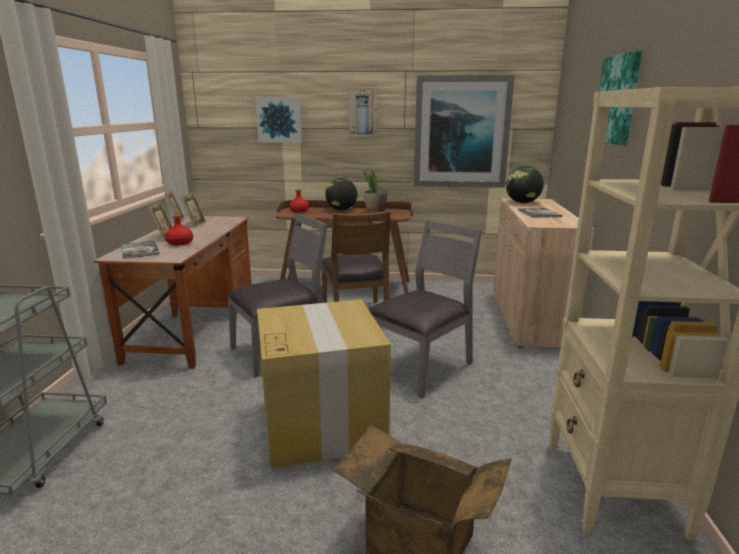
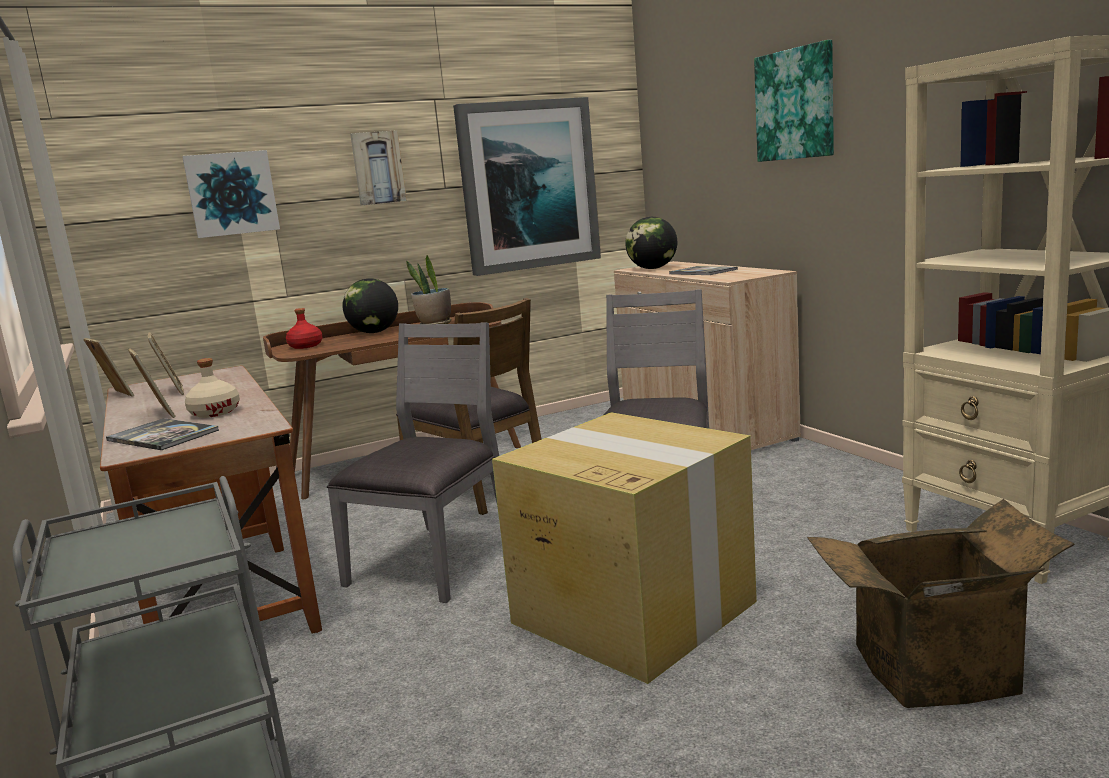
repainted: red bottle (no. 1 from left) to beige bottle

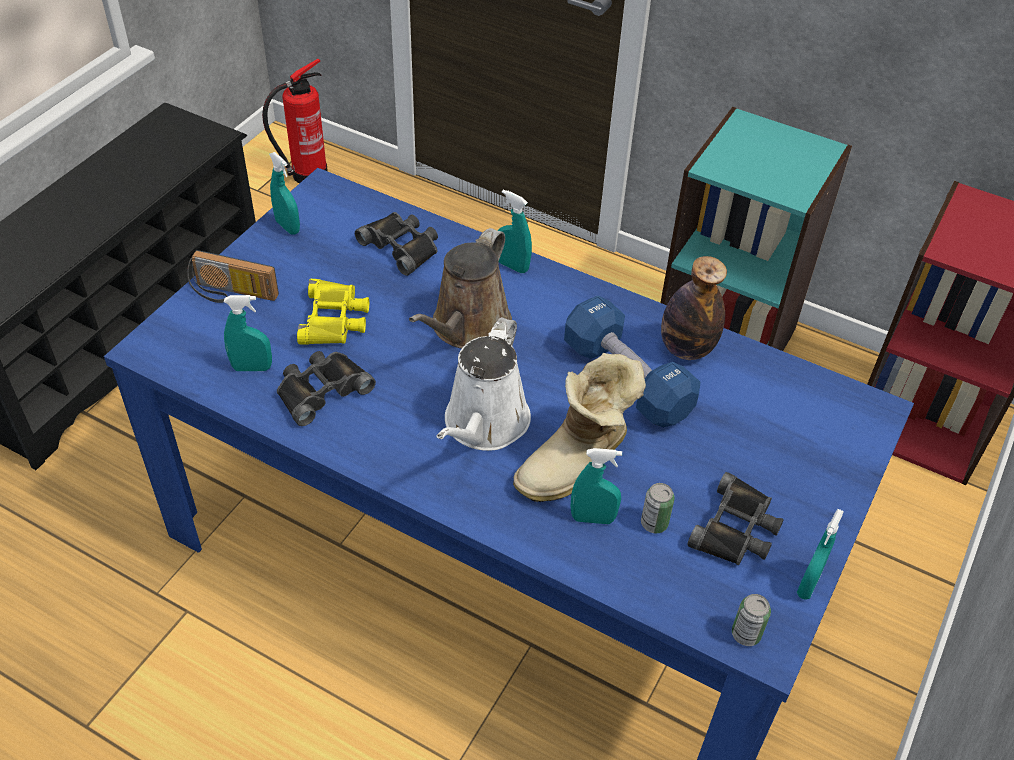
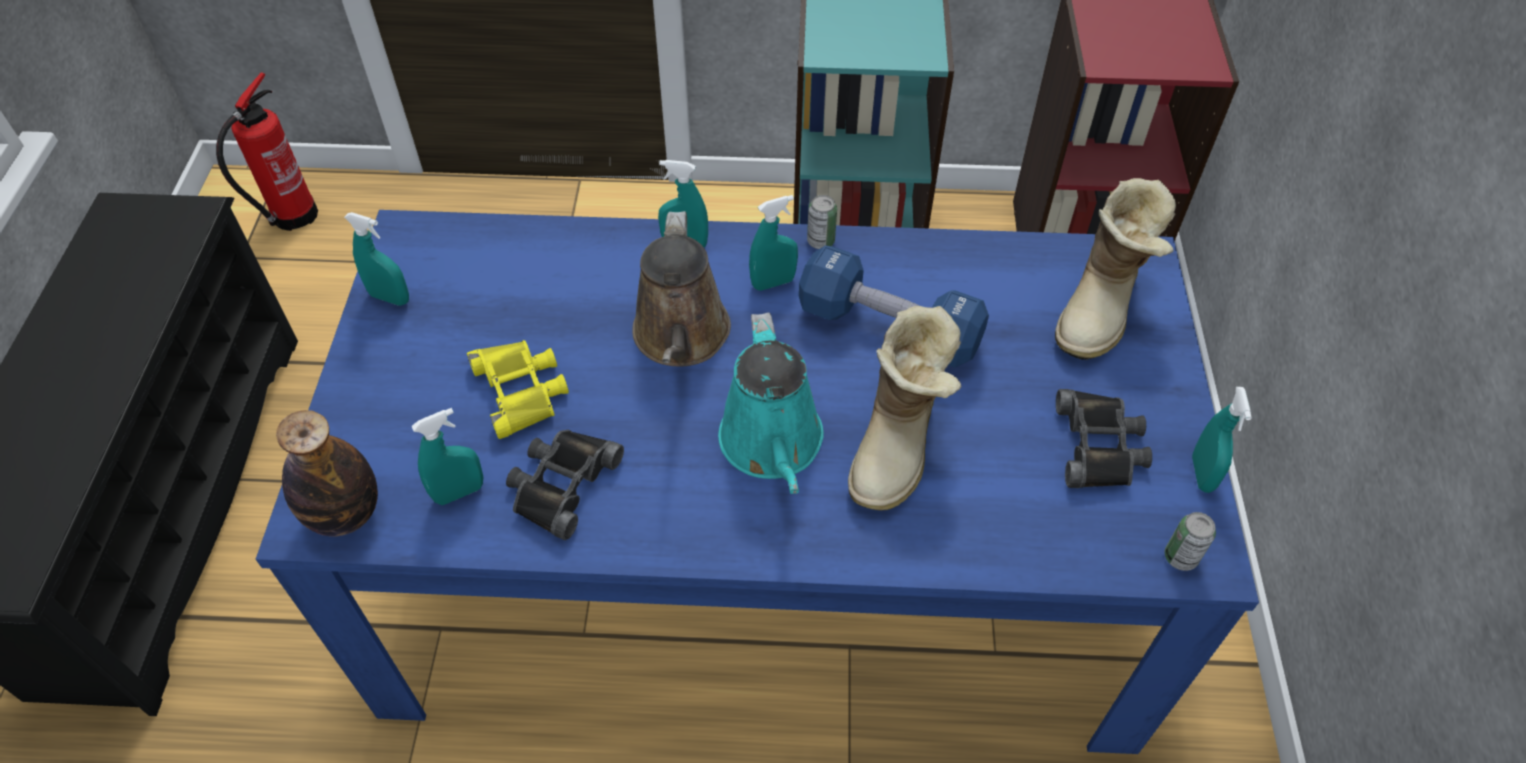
gone: black binoculars (no. 2 from left); radio
new: boot (no. 2 from left)
shifted: bottle; turquoise spray bottle (no. 4 from left); can (no. 1 from left)
repainted: white watering can to turquoise watering can

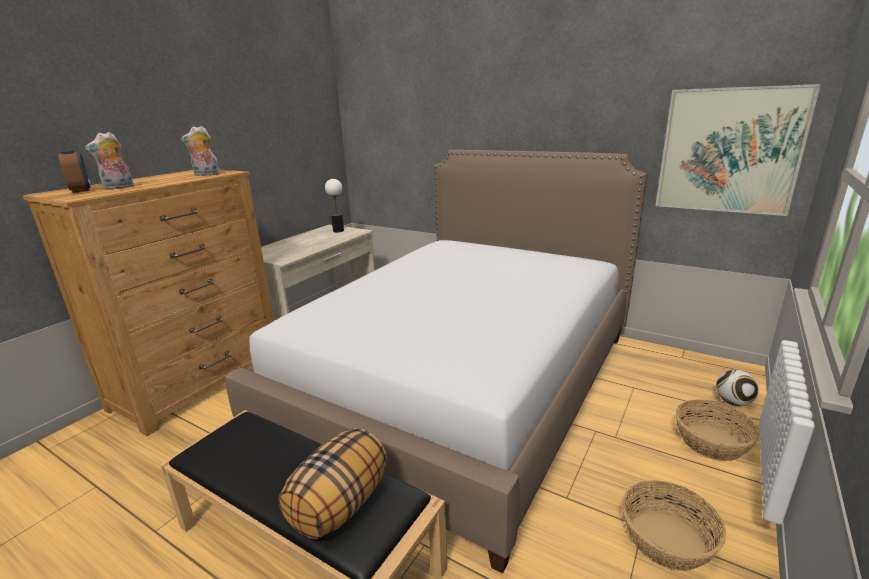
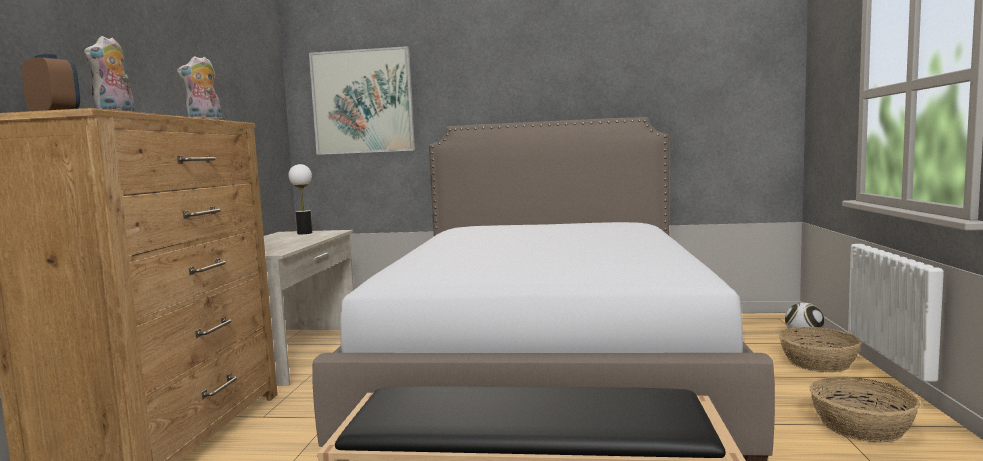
gone: pillow
shifted: picture

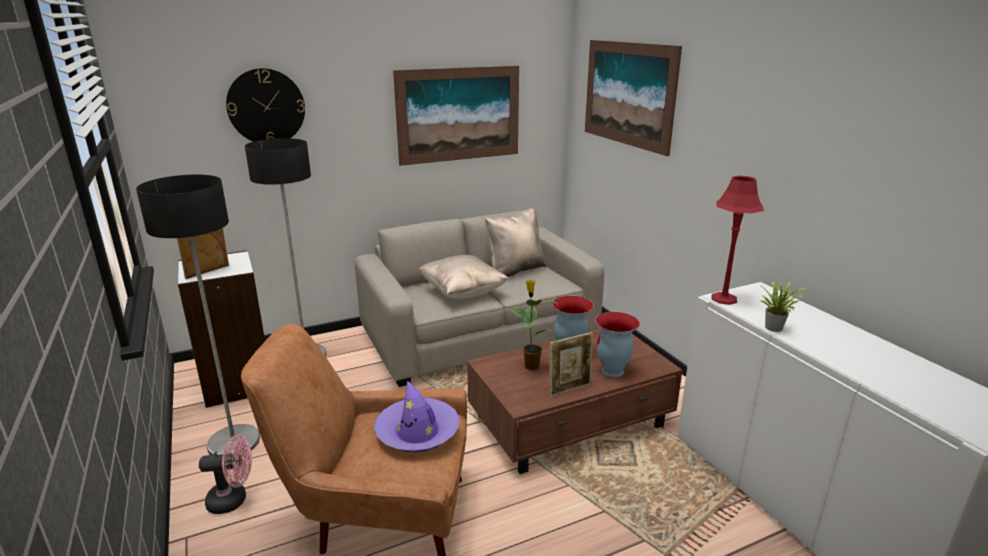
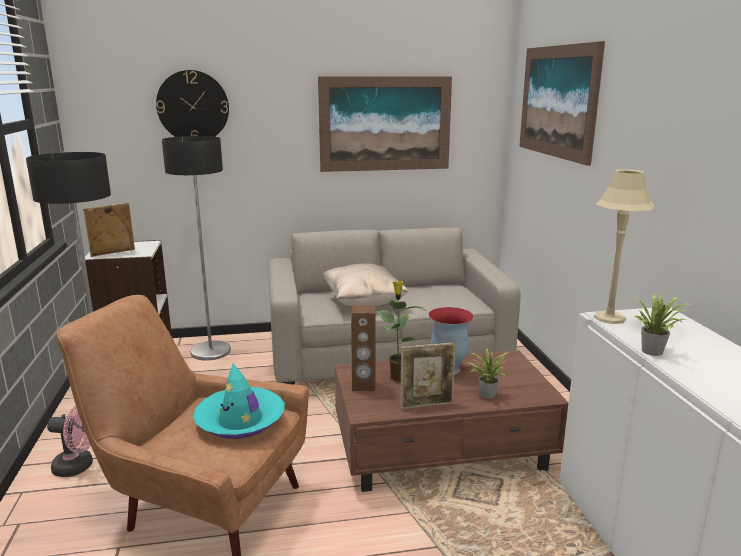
gone: beige pillow (no. 2 from left)
new: brown speaker
swapped: vase (no. 2 from left) to potted plant (no. 2 from left)
repainted: red table lamp to beige table lamp; purple hat to turquoise hat

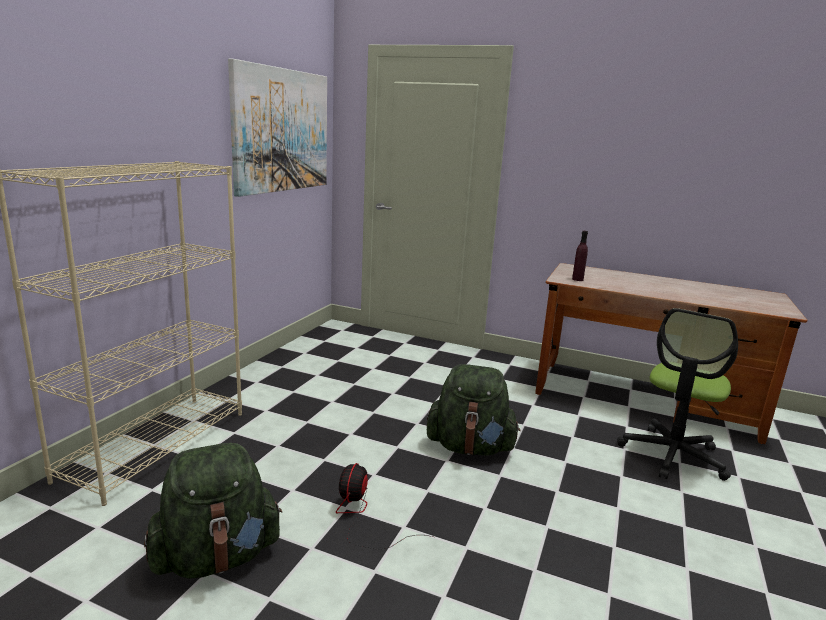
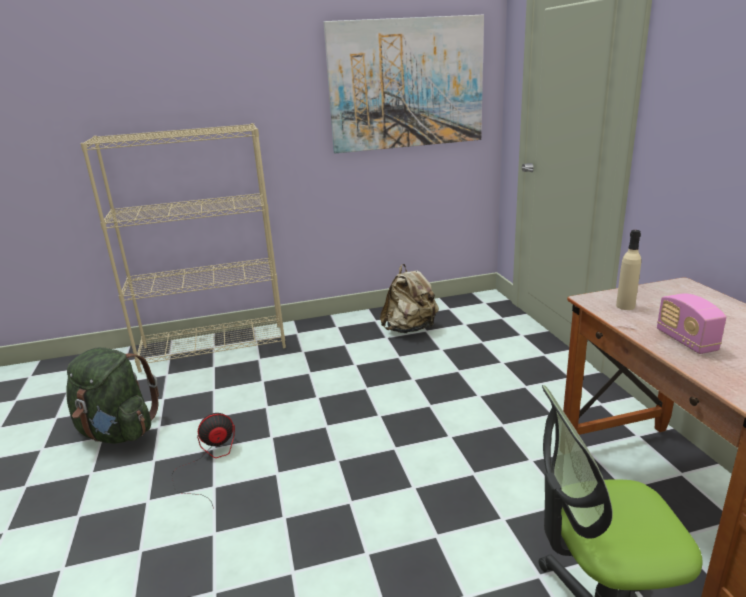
gone: green backpack (no. 2 from left)
new: beige backpack; radio
repainted: purple bottle to beige bottle

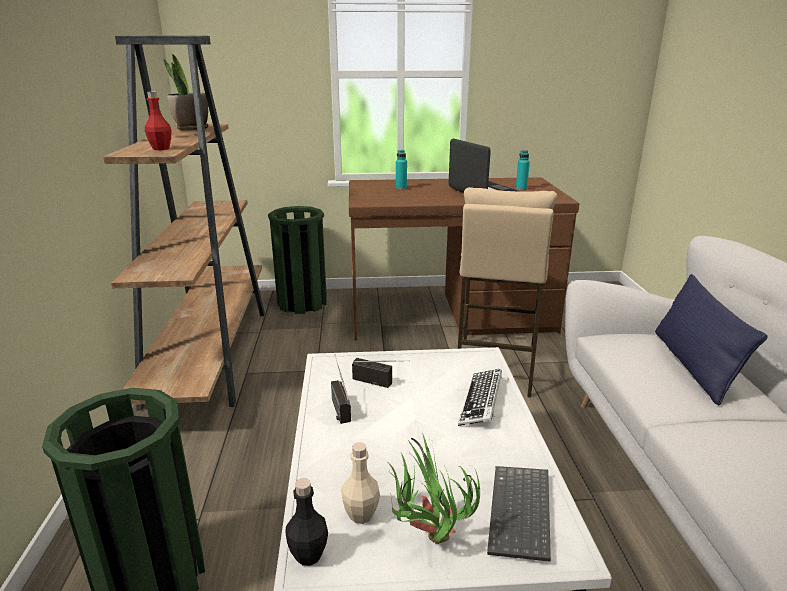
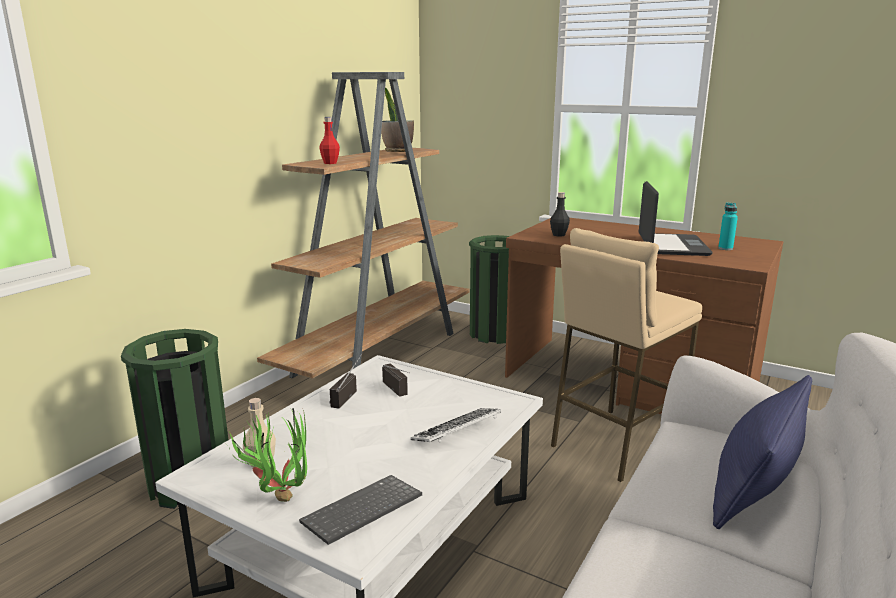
gone: turquoise bottle (no. 1 from left)
shifted: black bottle

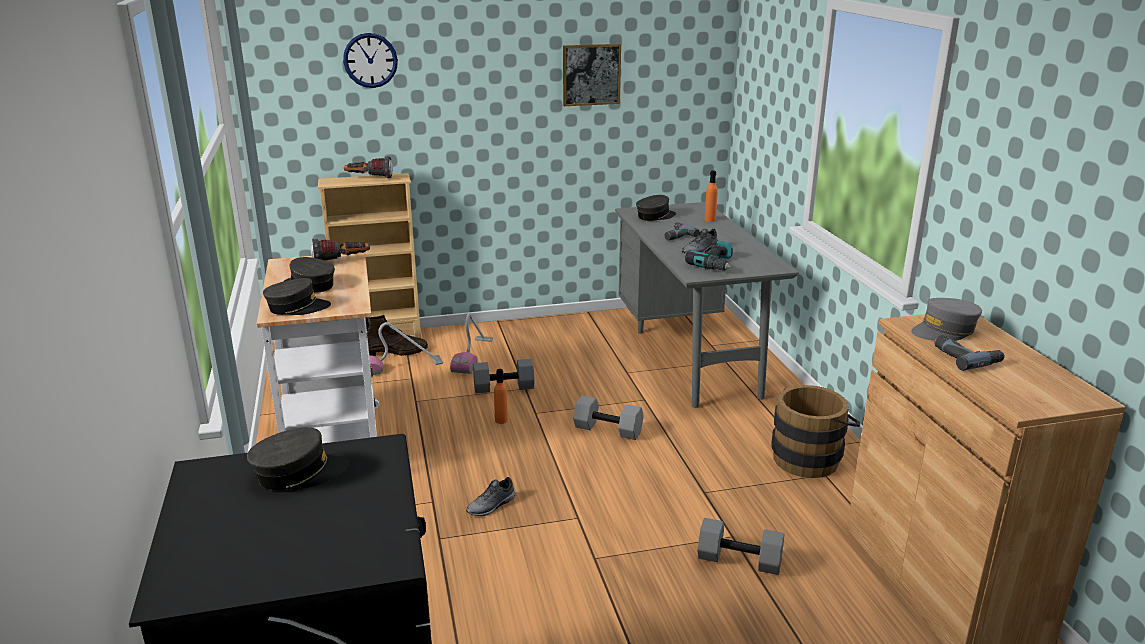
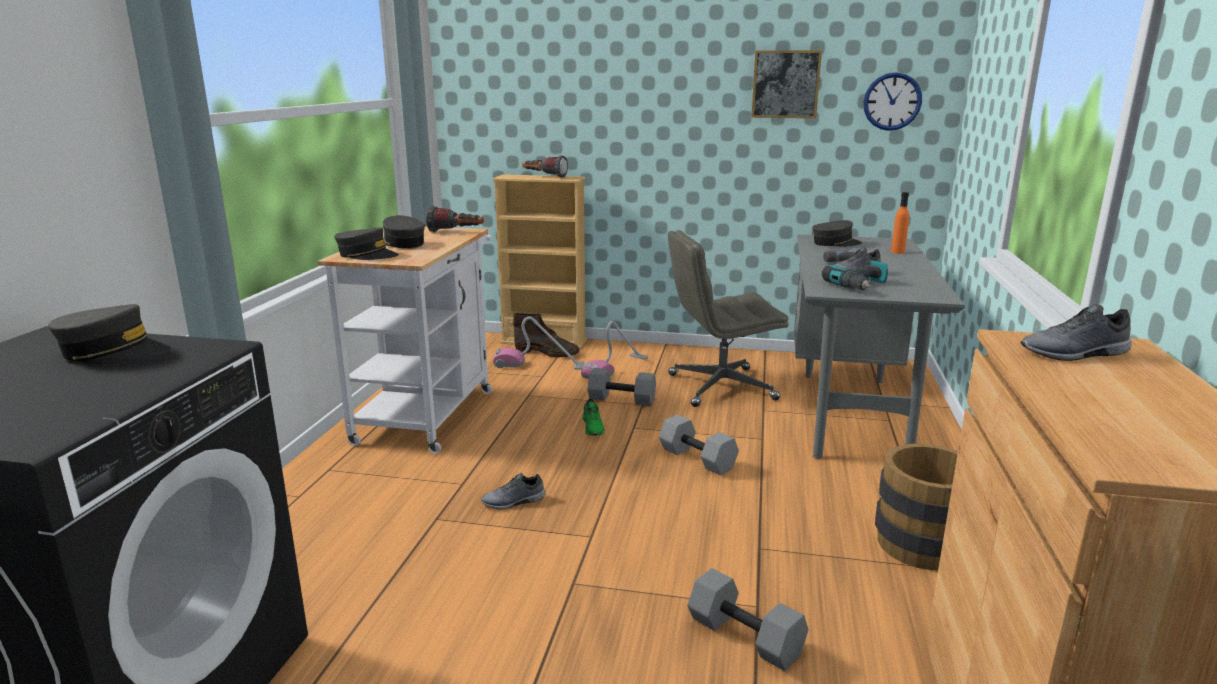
gone: power drill (no. 3 from left)
new: grey office chair
shifted: wall clock
swapped: grey cap (no. 5 from left) to grey shoe (no. 3 from left); orange bottle (no. 1 from left) to green shoe

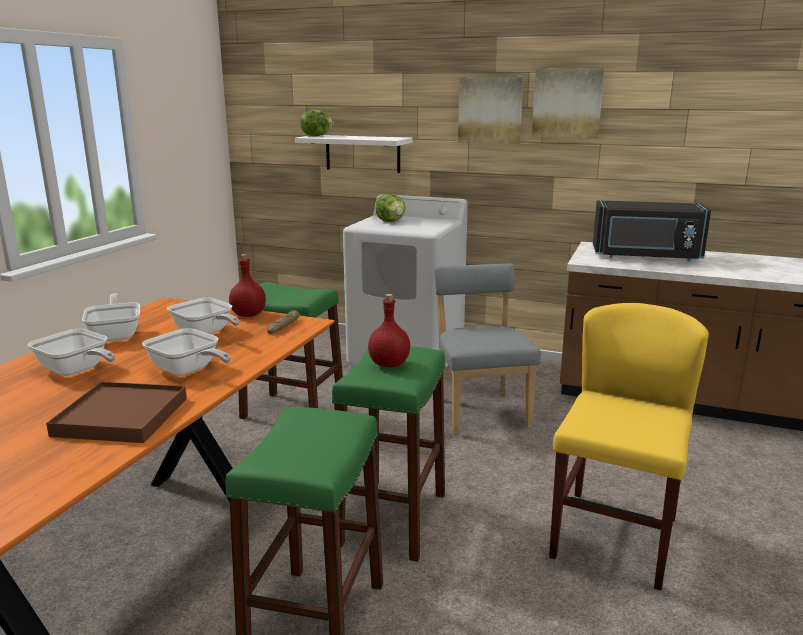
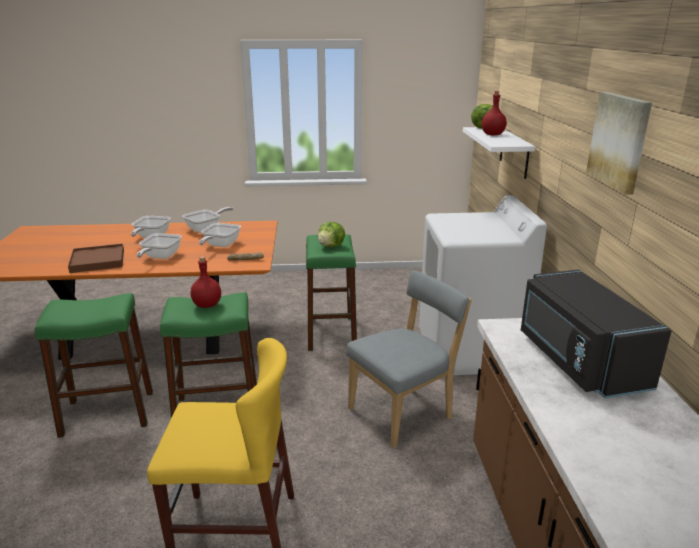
gone: picture (no. 1 from left)
shifted: lettuce (no. 2 from left in the first image) to lettuce (no. 1 from left); red bottle (no. 1 from left in the first image) to red bottle (no. 2 from left)

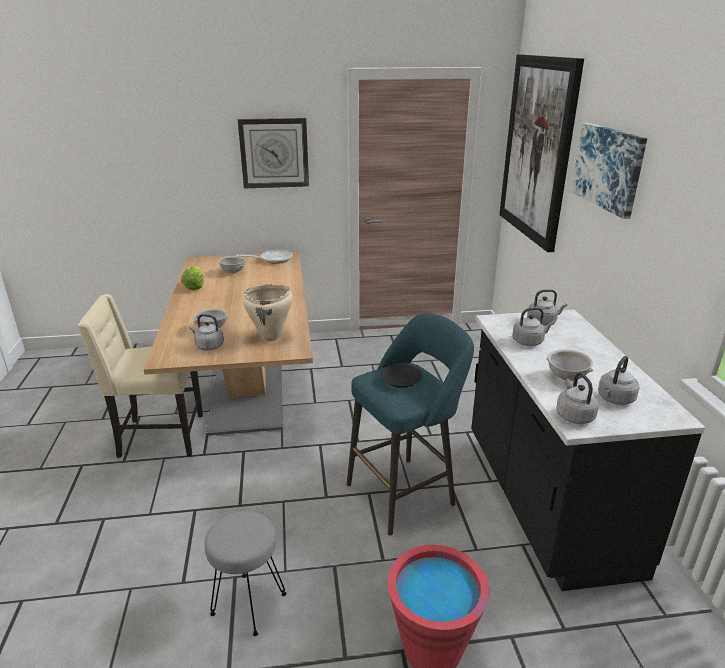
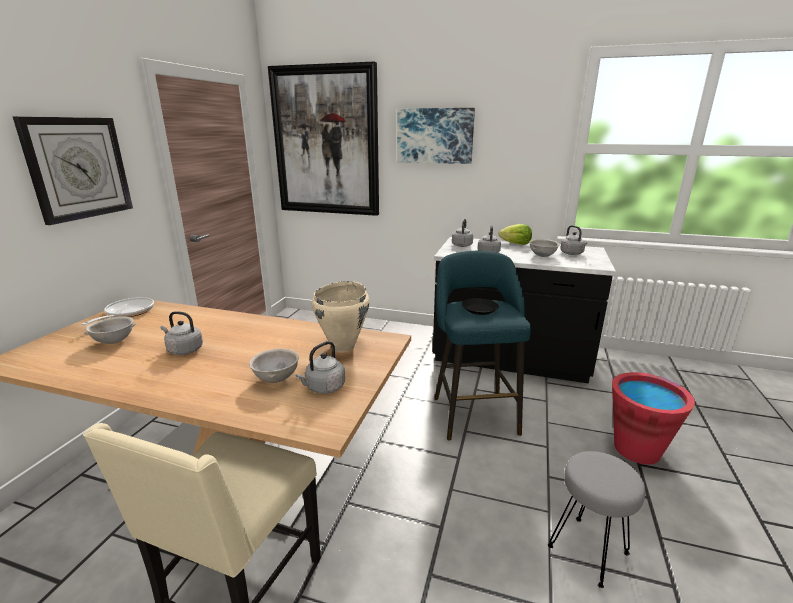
shifted: lettuce; grey kettle (no. 4 from left in the first image) to grey kettle (no. 1 from left)

